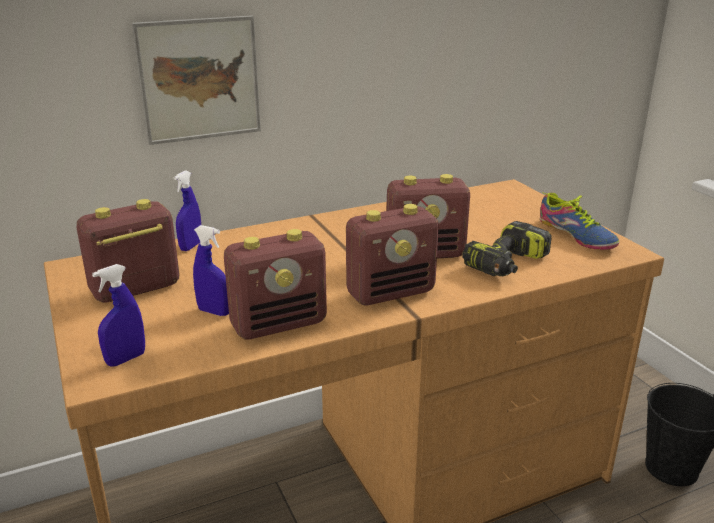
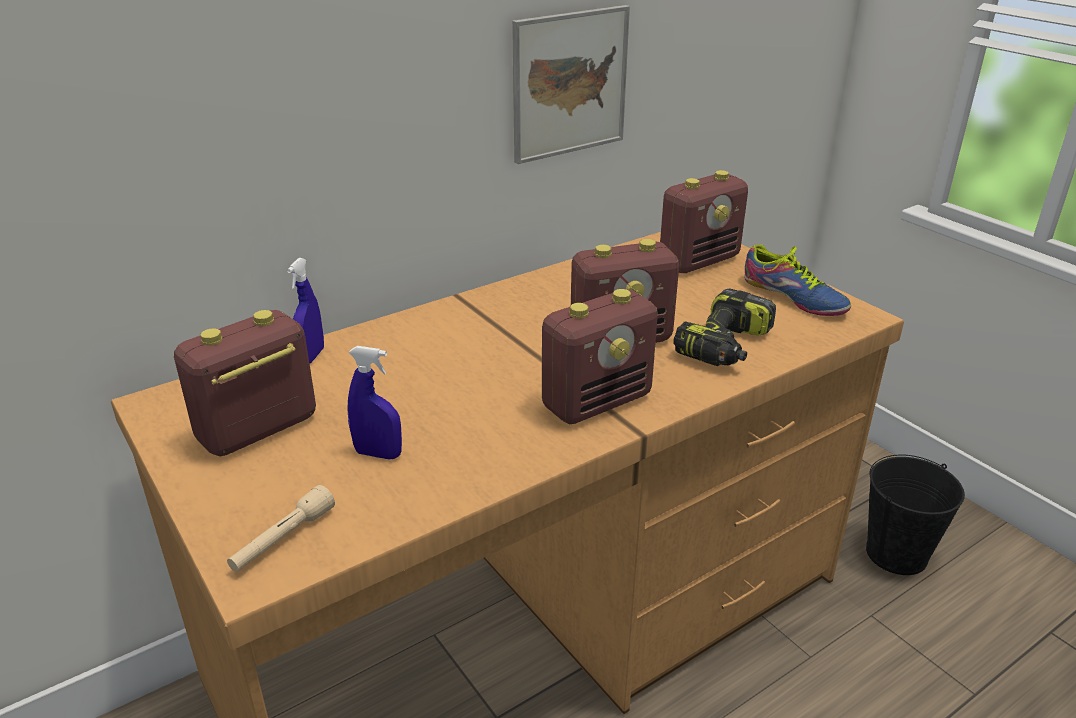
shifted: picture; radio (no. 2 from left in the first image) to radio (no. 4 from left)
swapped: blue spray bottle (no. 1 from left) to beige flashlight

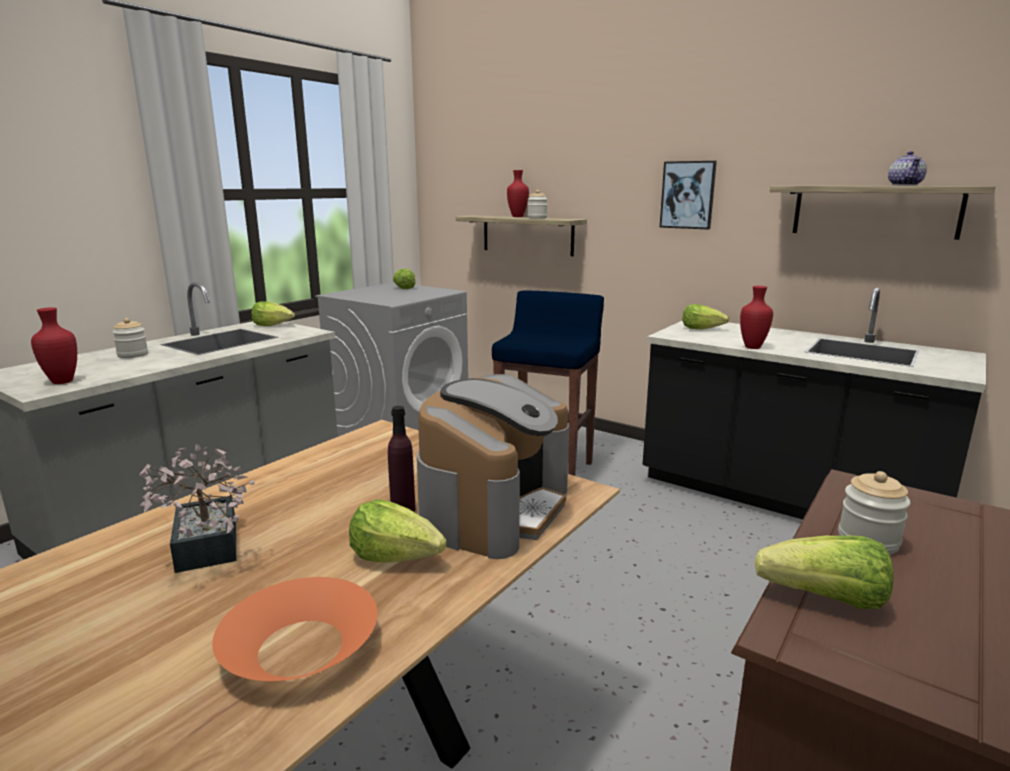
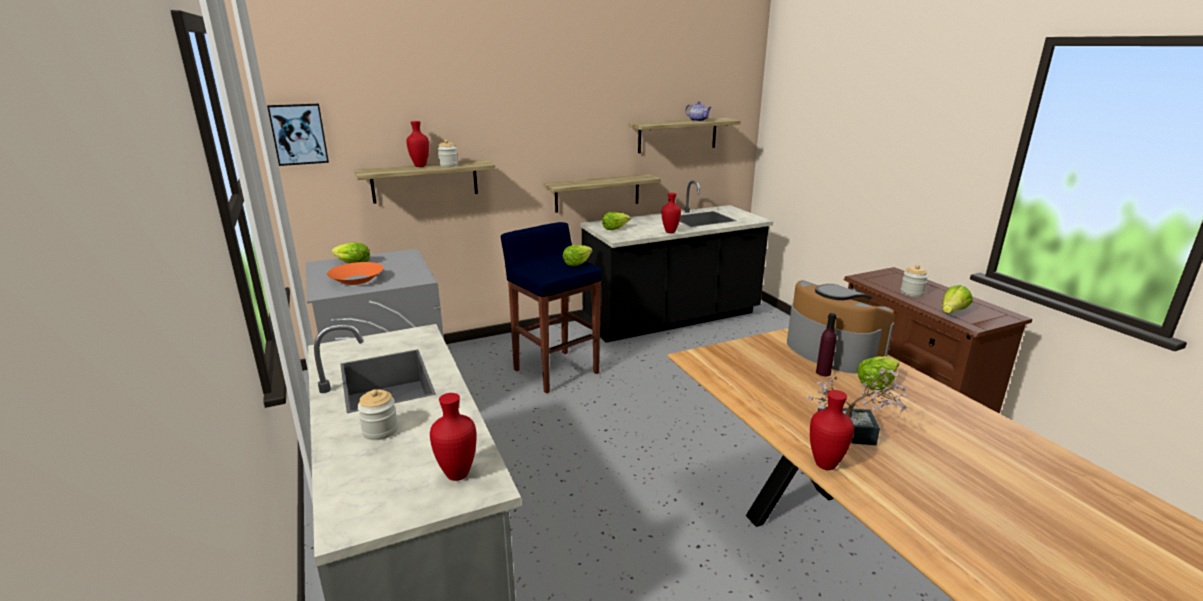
new: shelf (no. 2 from left); red vase (no. 4 from left)
shifted: picture; lettuce (no. 1 from left in the first image) to lettuce (no. 2 from left); orange bowl

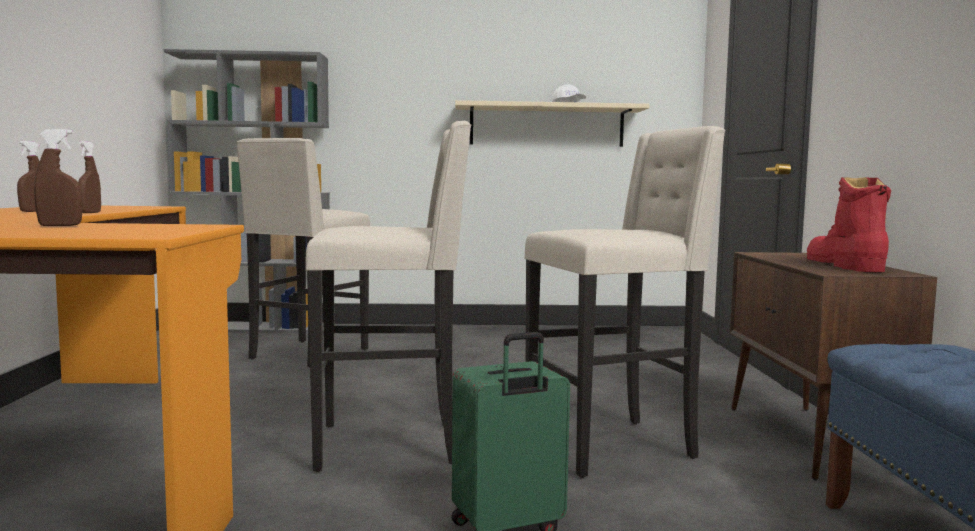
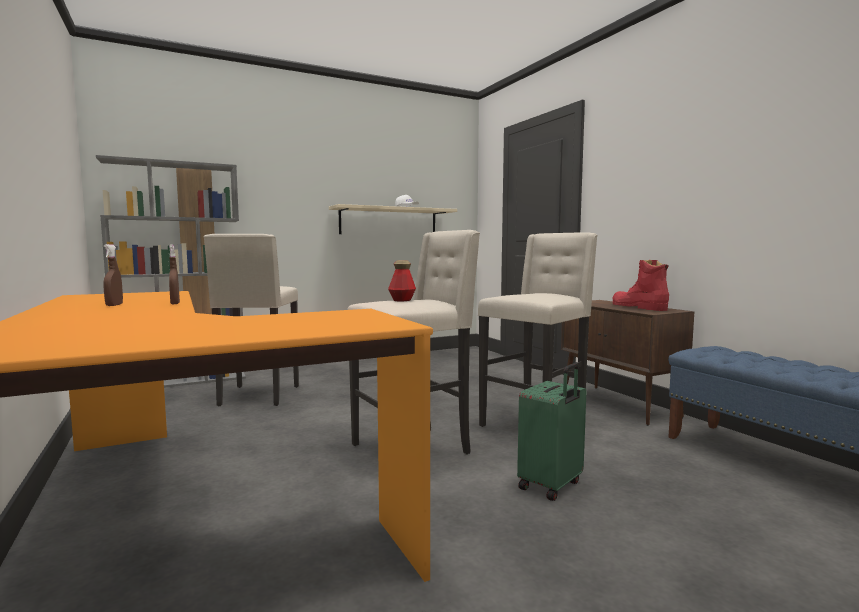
gone: brown spray bottle (no. 2 from left)
new: bottle

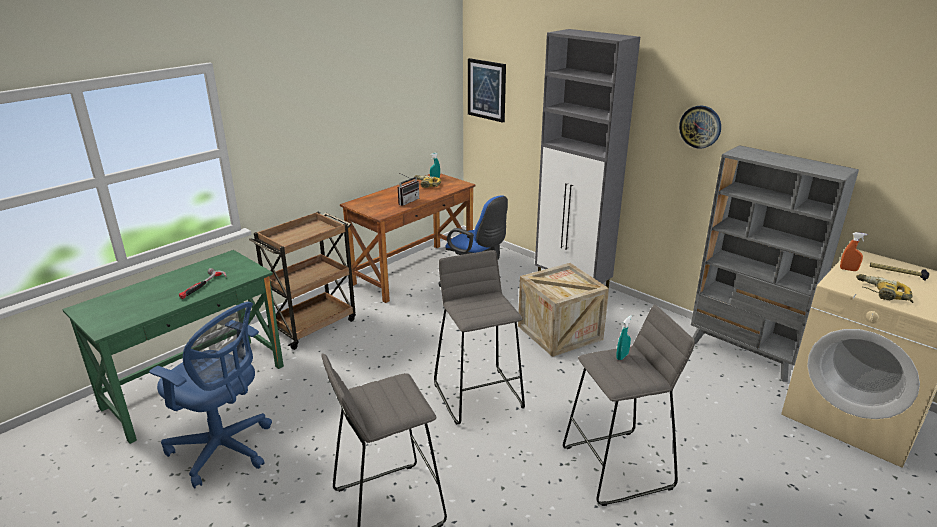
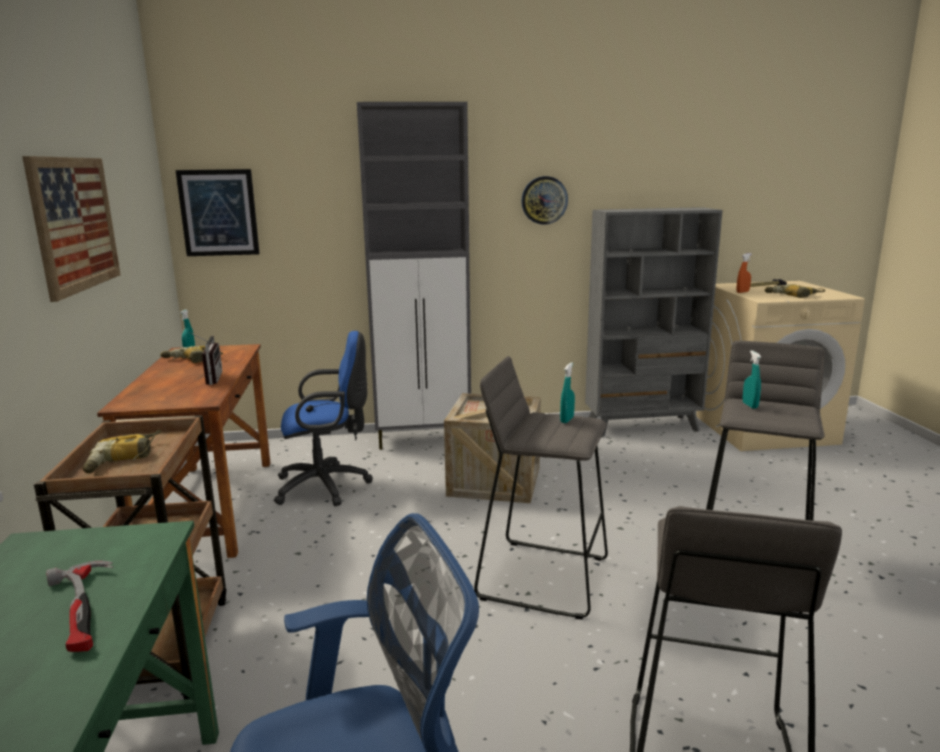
new: picture (no. 1 from left); turquoise spray bottle (no. 2 from left); power drill (no. 1 from left)

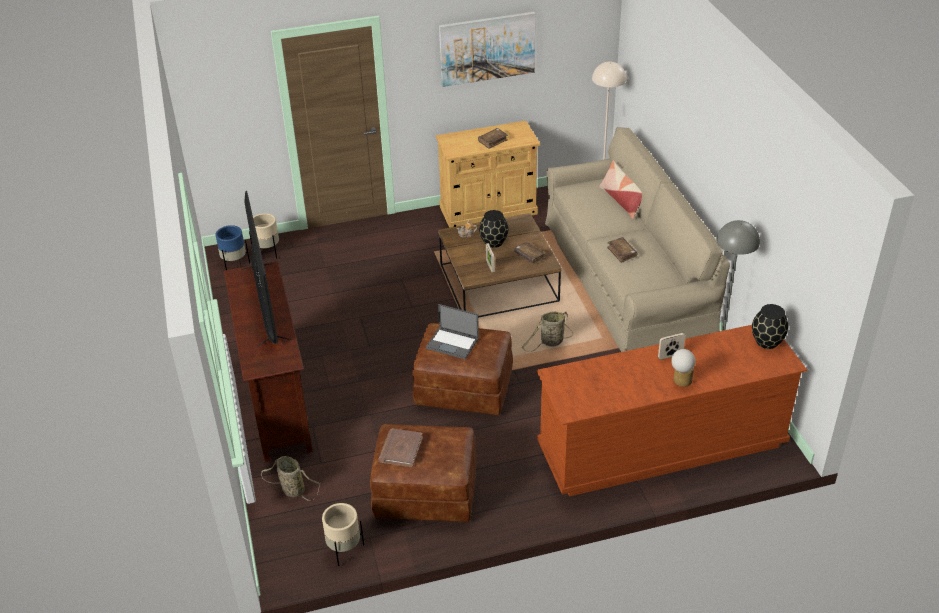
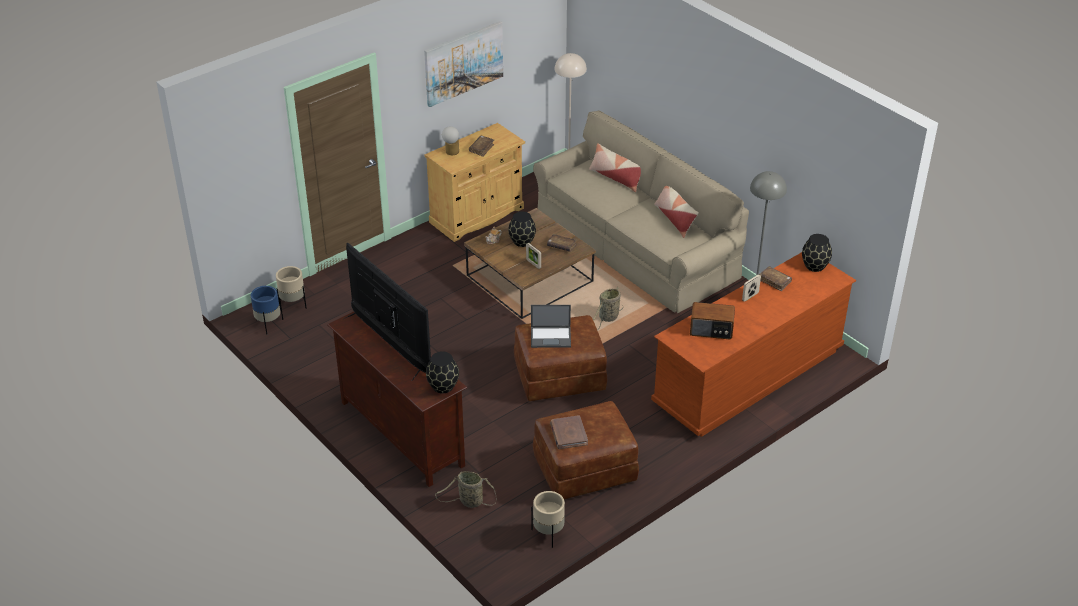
new: pillow (no. 2 from left); radio; black vase (no. 1 from left)
shifted: brown book (no. 4 from left); table lamp

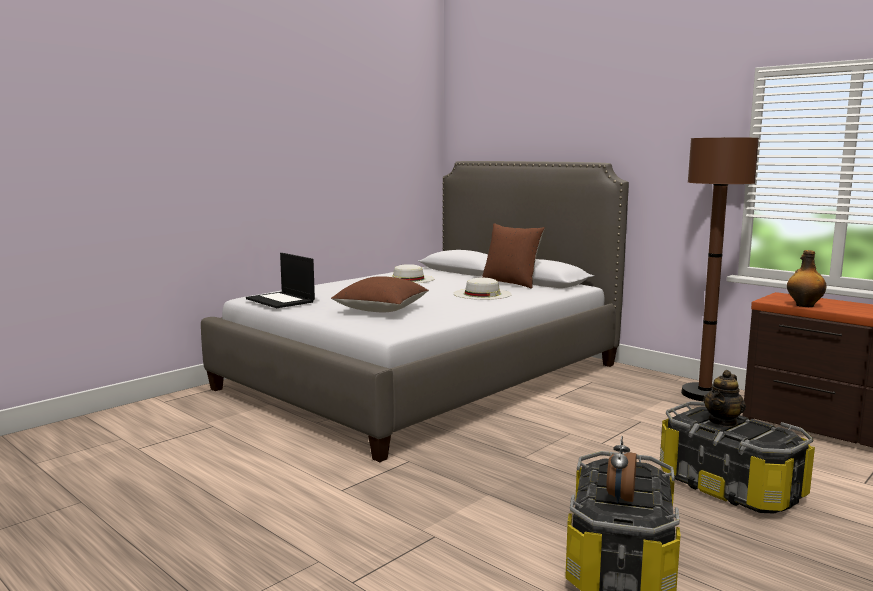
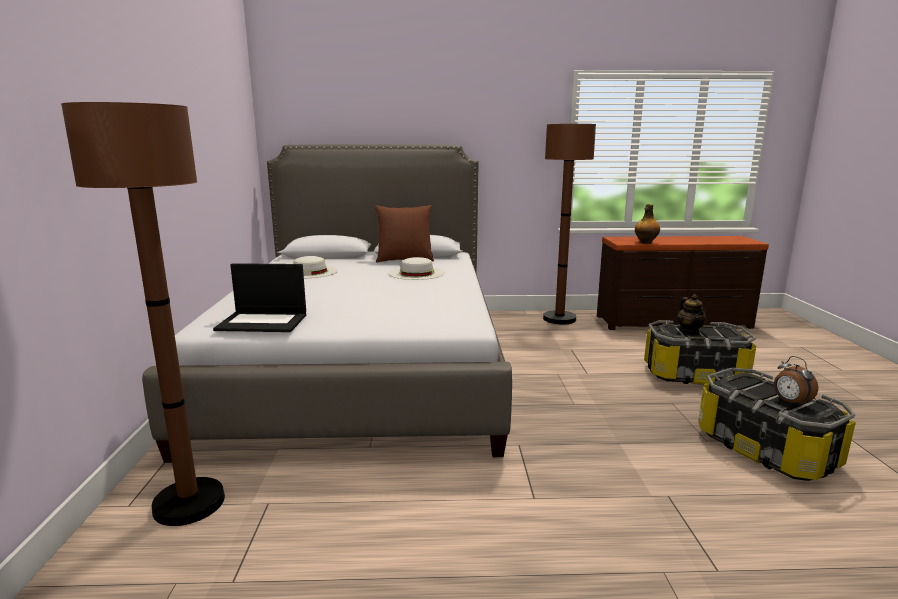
gone: brown pillow (no. 1 from left)
new: brown floor lamp (no. 1 from left)

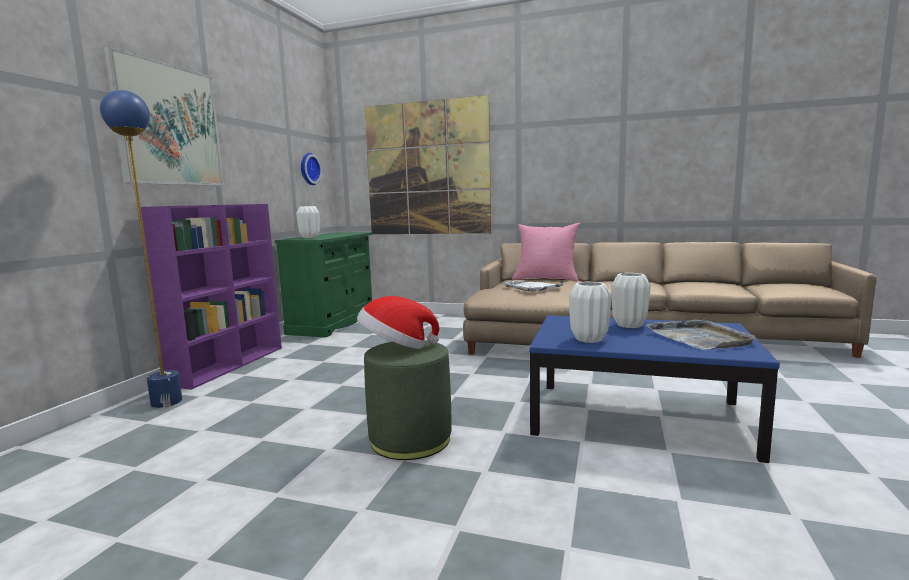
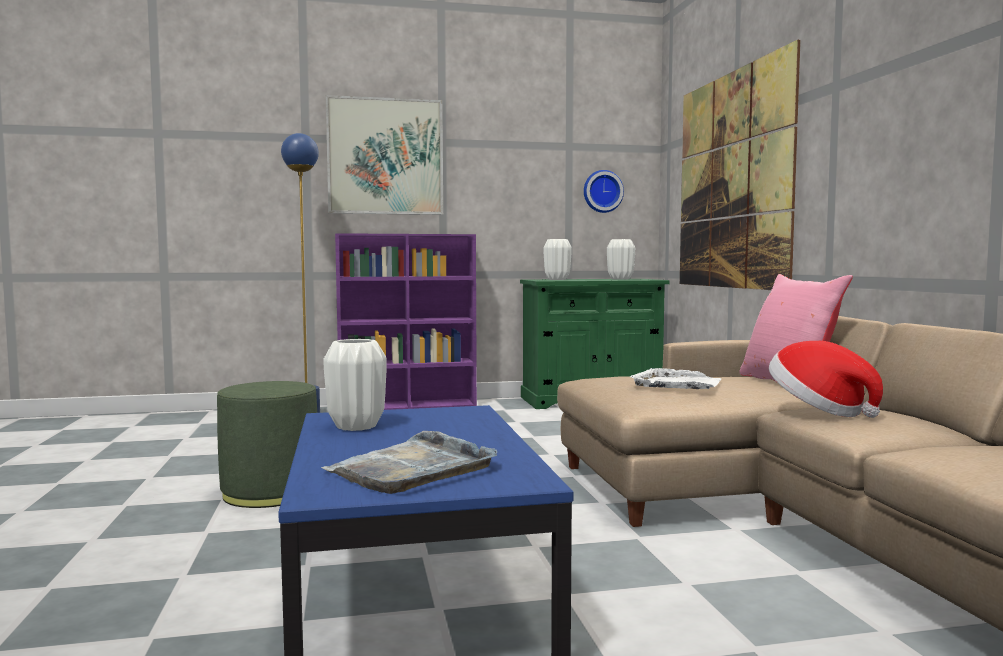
shifted: white vase (no. 3 from left); hat

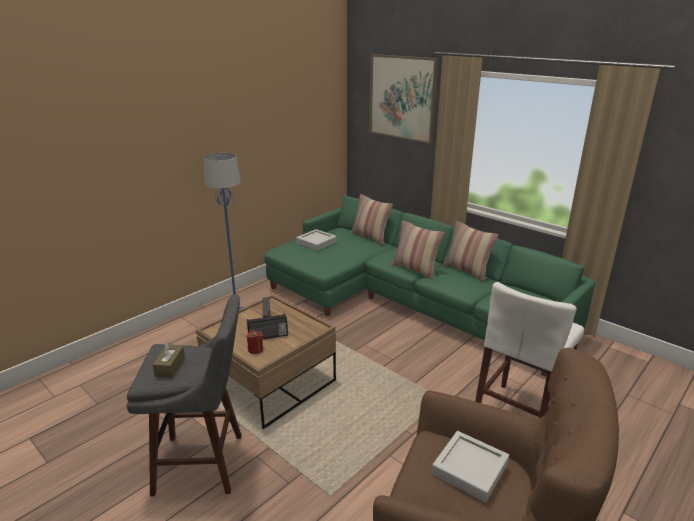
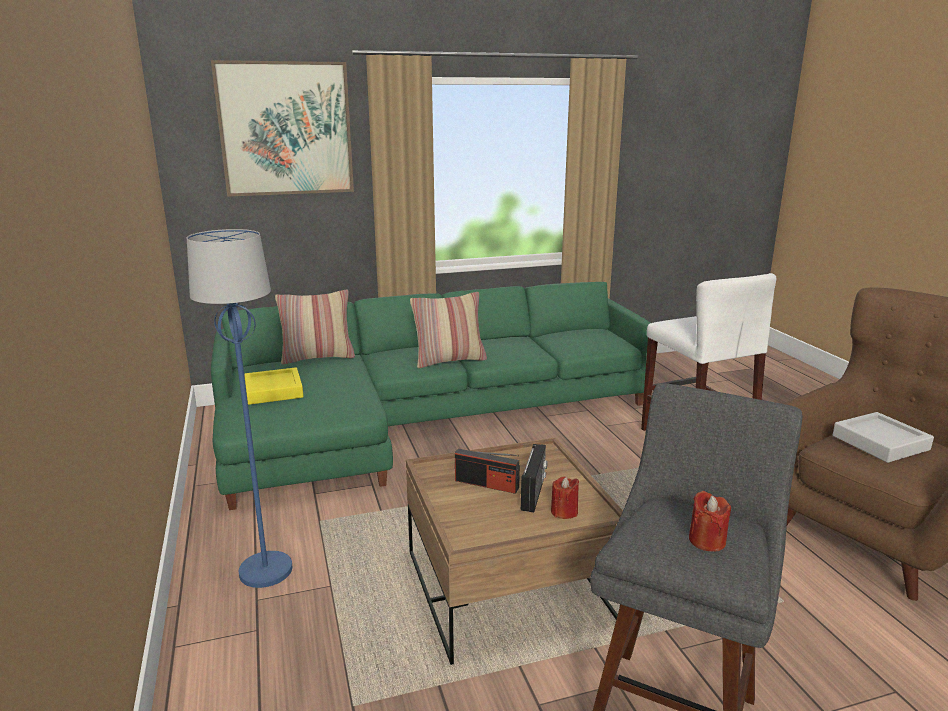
gone: pillow (no. 3 from left)
swapped: brown tissue box to red candle (no. 2 from left)
repainted: grey tray (no. 1 from left) to yellow tray

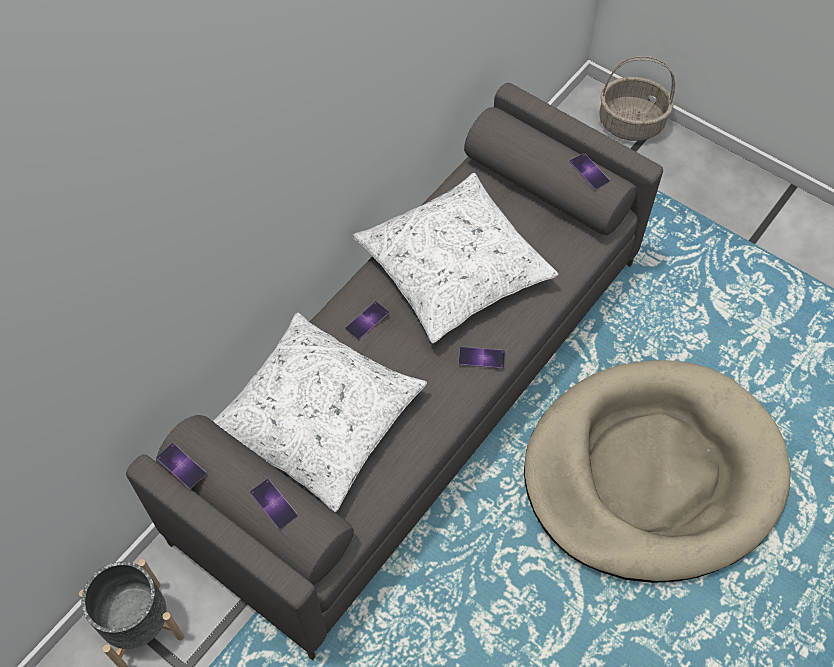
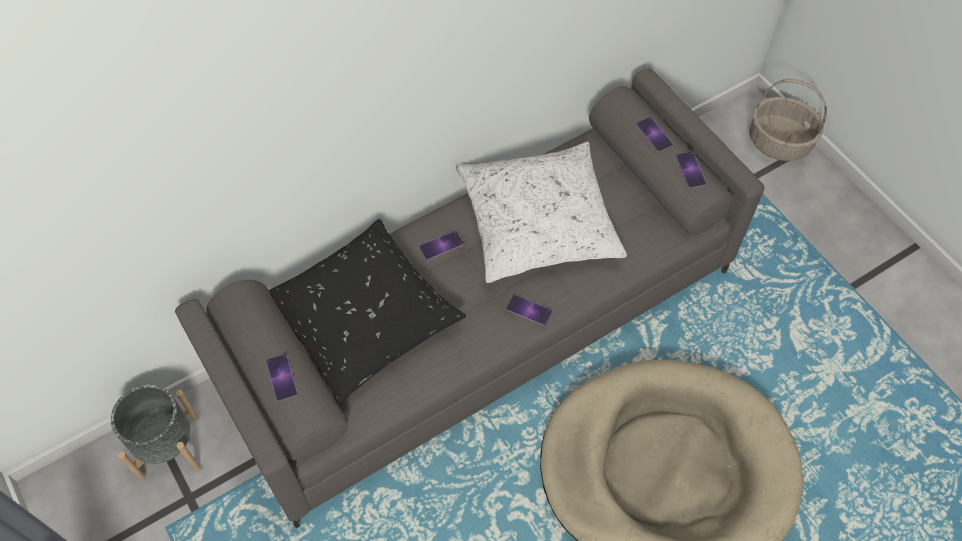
shifted: phone (no. 1 from left in the first image) to phone (no. 4 from left)
repainted: white pillow (no. 1 from left) to black pillow

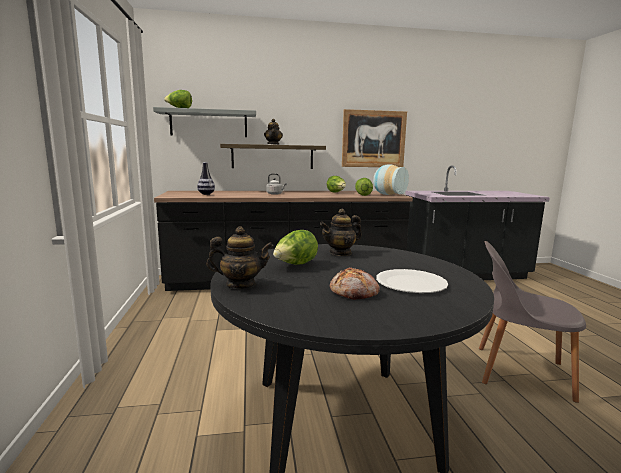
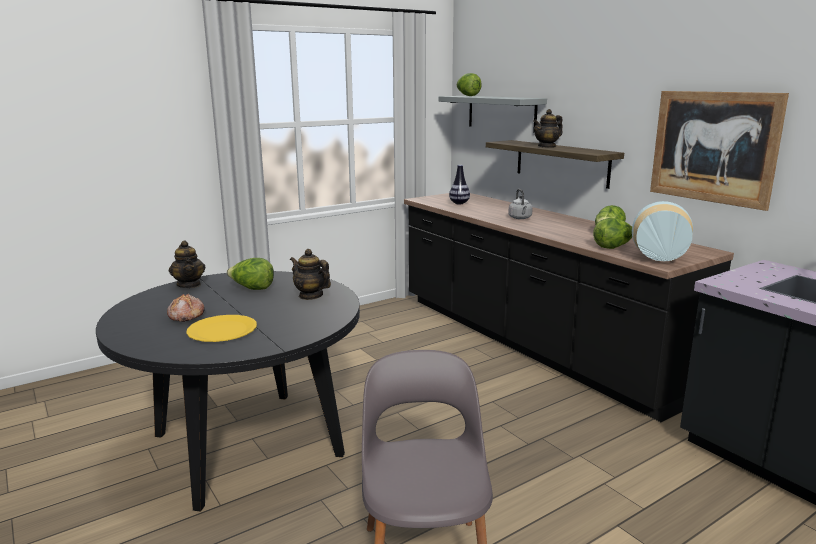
repainted: white plate to yellow plate

